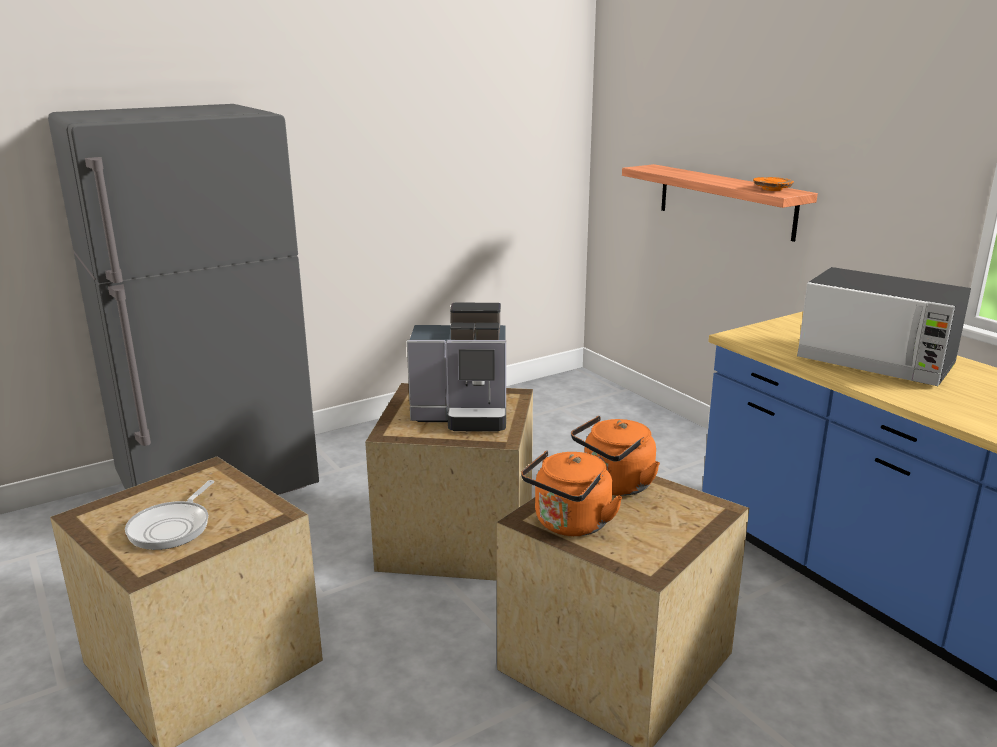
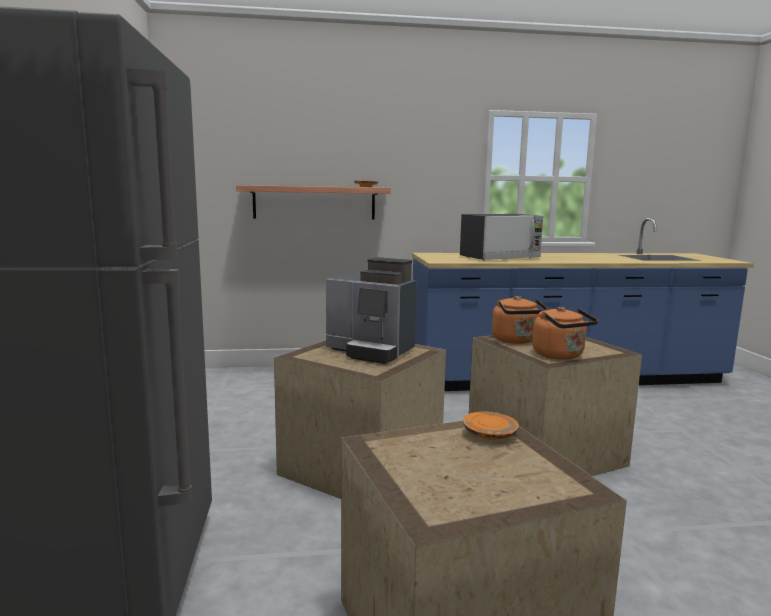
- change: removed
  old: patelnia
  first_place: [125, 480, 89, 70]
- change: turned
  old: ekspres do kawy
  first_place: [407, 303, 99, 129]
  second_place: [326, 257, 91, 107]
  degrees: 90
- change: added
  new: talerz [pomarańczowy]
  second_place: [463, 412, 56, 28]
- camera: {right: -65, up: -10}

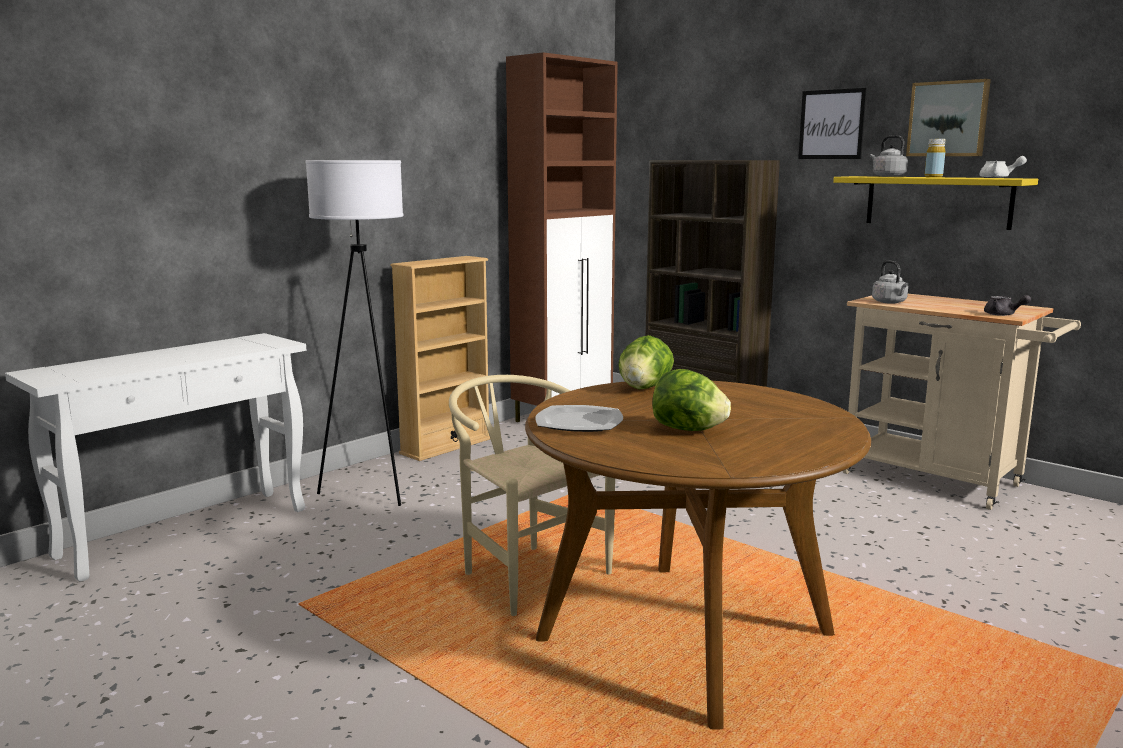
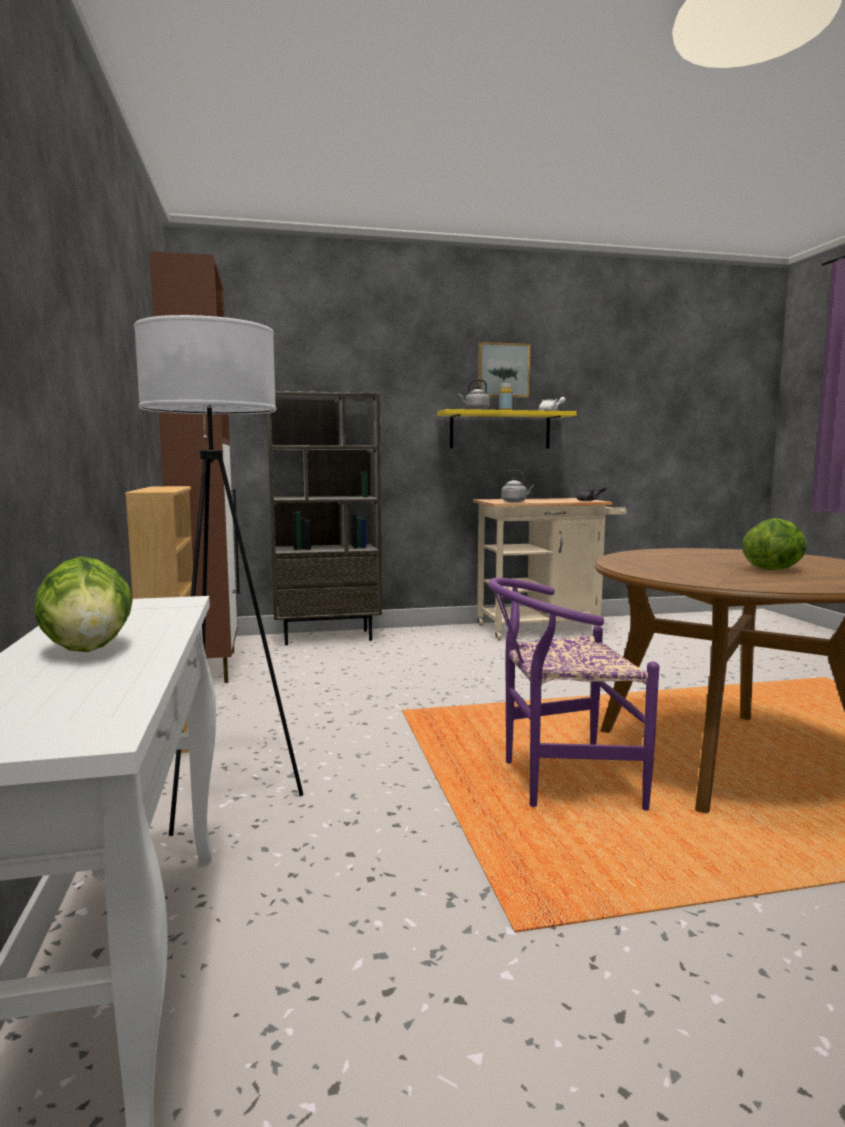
- change: recoloured
  old: krzesło [beżowy]
  new: krzesło [fioletowy]
  first_place: [449, 375, 166, 241]
  second_place: [488, 578, 171, 233]
- change: removed
  old: talerz
  first_place: [535, 405, 88, 27]
- change: moved
  old: sałata
  first_place: [618, 335, 56, 54]
  second_place: [33, 556, 100, 96]
- change: removed
  old: obraz
  first_place: [798, 88, 69, 71]
- camera: {right: -55, up: -5}

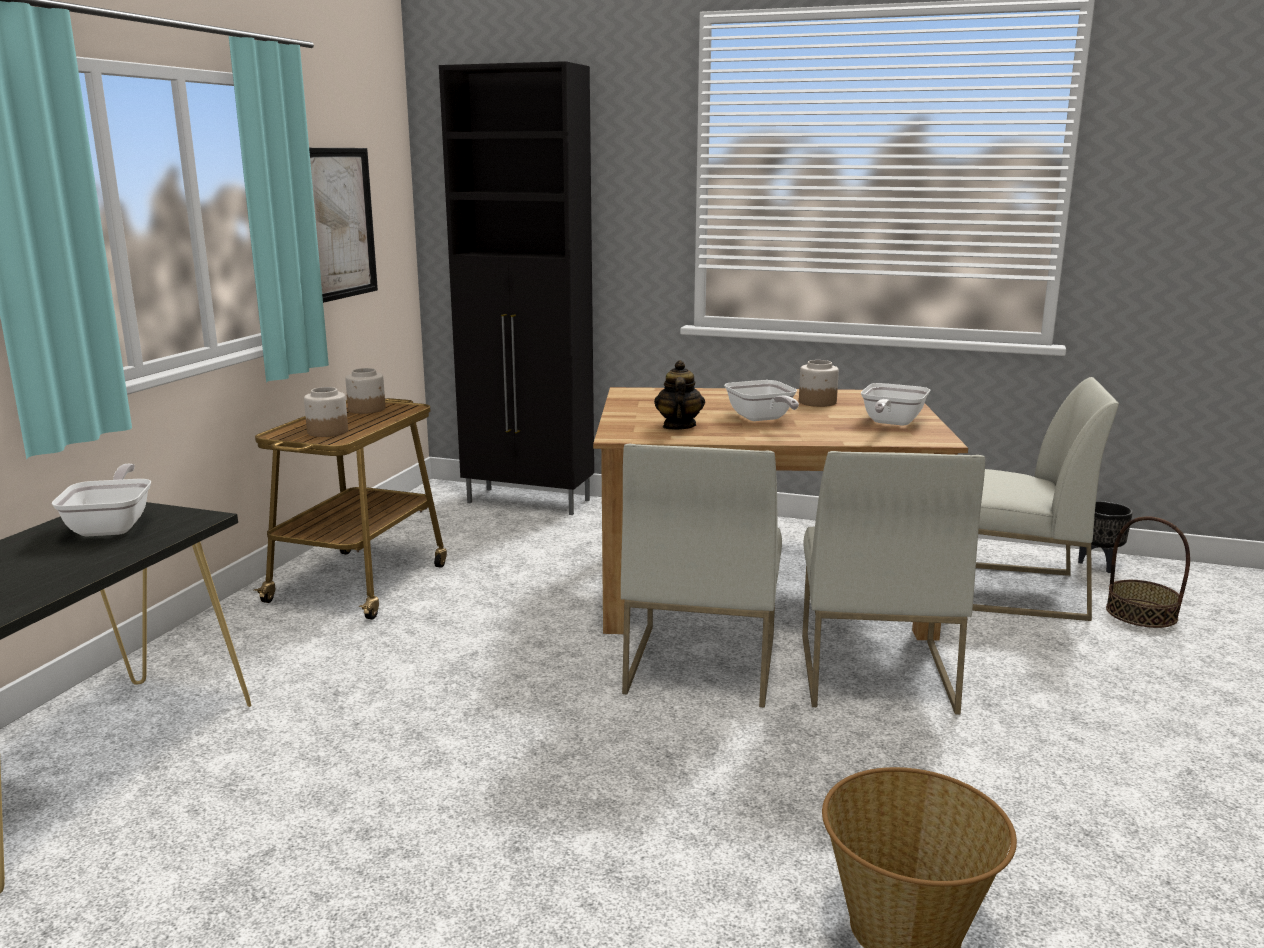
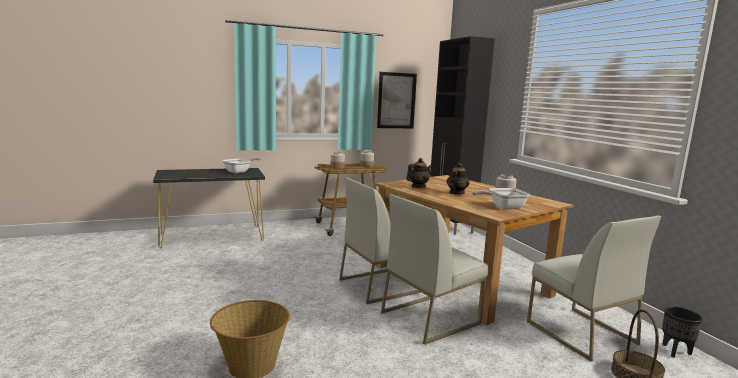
- change: replaced
  old: patelnia
  new: imbryk
  first_place: [724, 380, 75, 41]
  second_place: [446, 163, 23, 31]
- camera: {right: 50, up: -5}

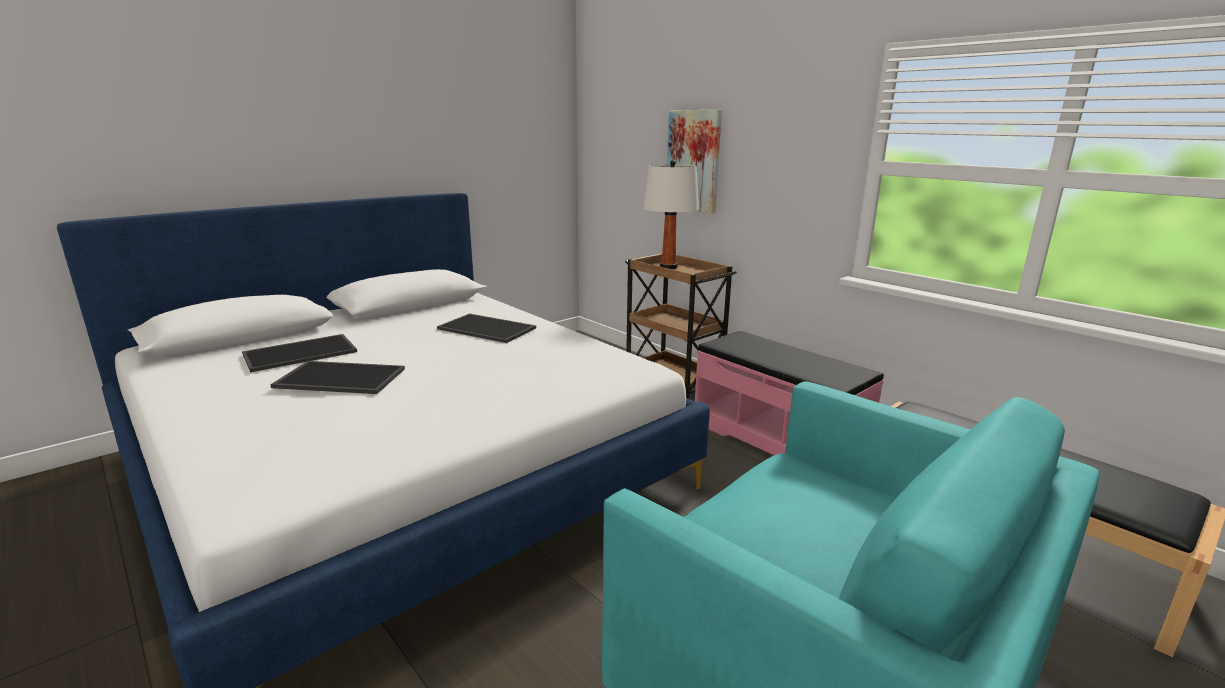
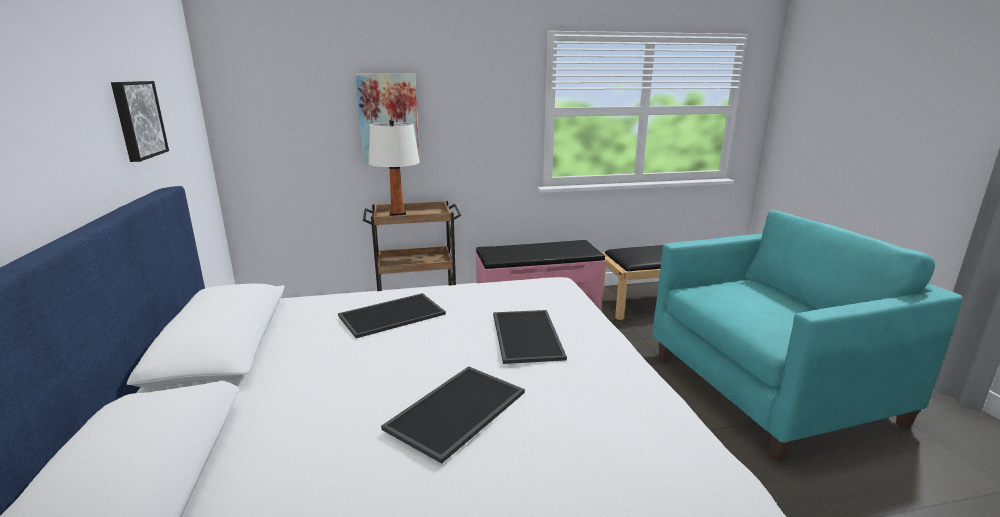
- change: moved
  old: taca
  first_place: [242, 334, 115, 38]
  second_place: [493, 310, 74, 54]
- change: added
  new: obraz
  second_place: [111, 81, 58, 81]
- camera: {right: -60, up: 0}

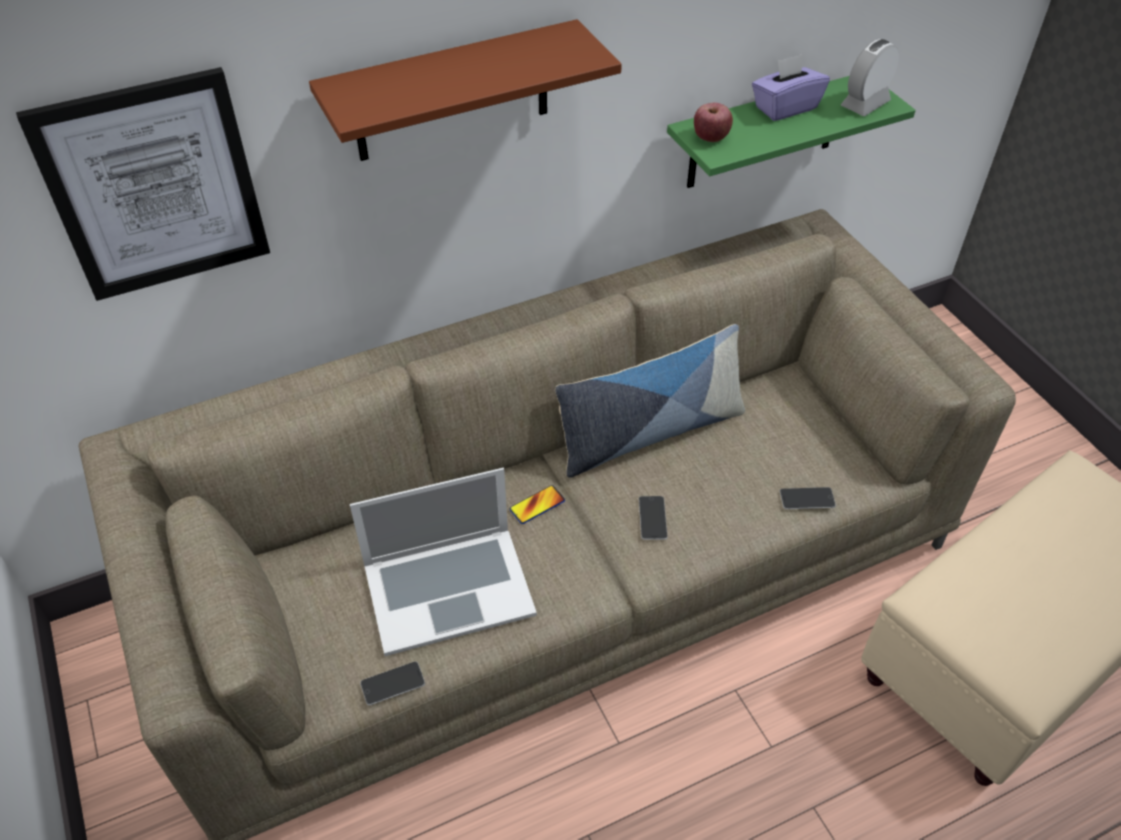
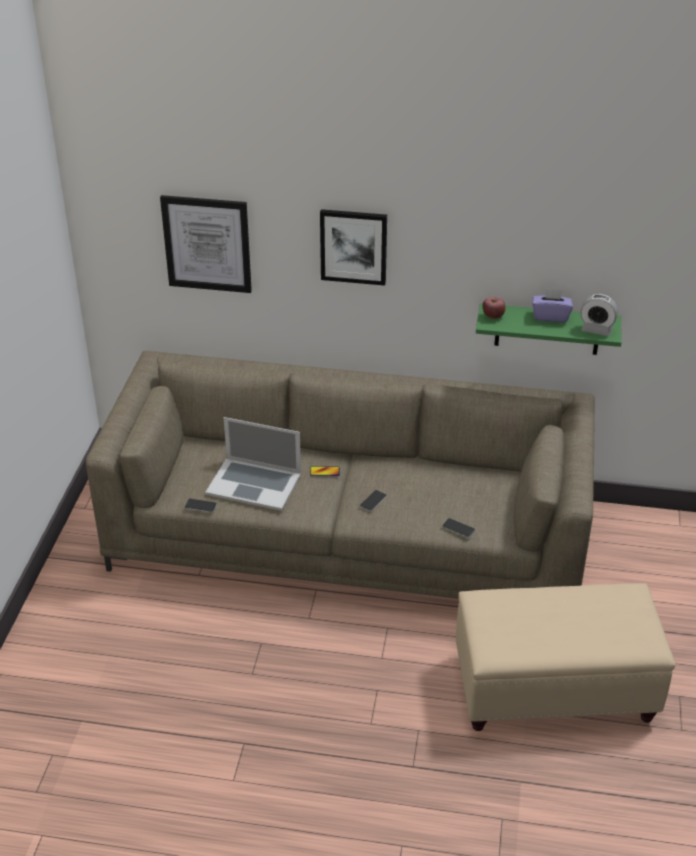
- change: replaced
  old: półka [brązowy]
  new: obraz
  first_place: [309, 19, 313, 142]
  second_place: [320, 209, 67, 77]
- change: removed
  old: poduszka
  first_place: [555, 324, 190, 154]
- change: turned
  old: budzik
  first_place: [841, 39, 58, 77]
  second_place: [581, 294, 37, 42]
  degrees: -150
- camera: {right: 35, up: -10}

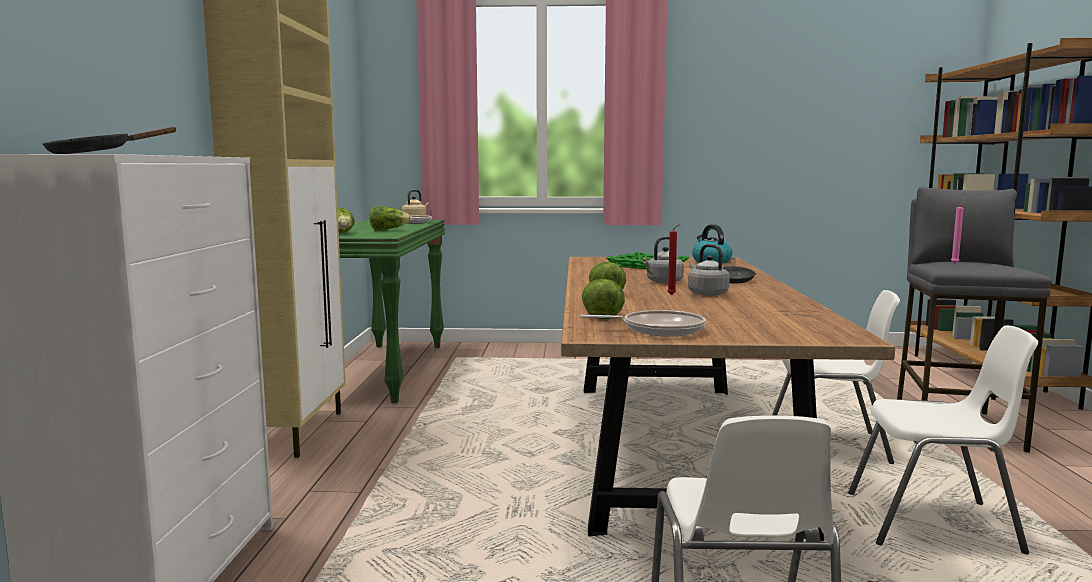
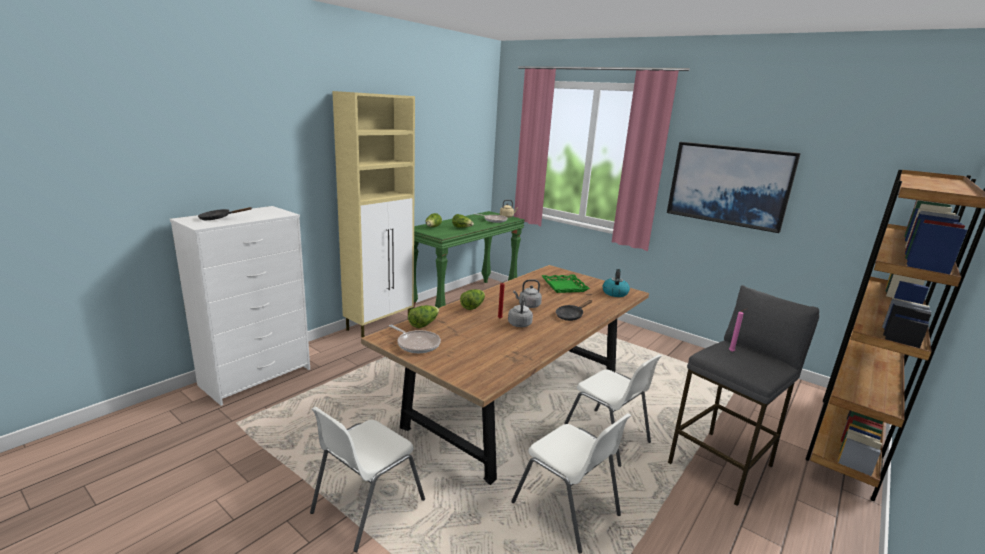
- change: added
  new: obraz
  second_place: [667, 142, 134, 91]
- camera: {right: 35, up: 10}

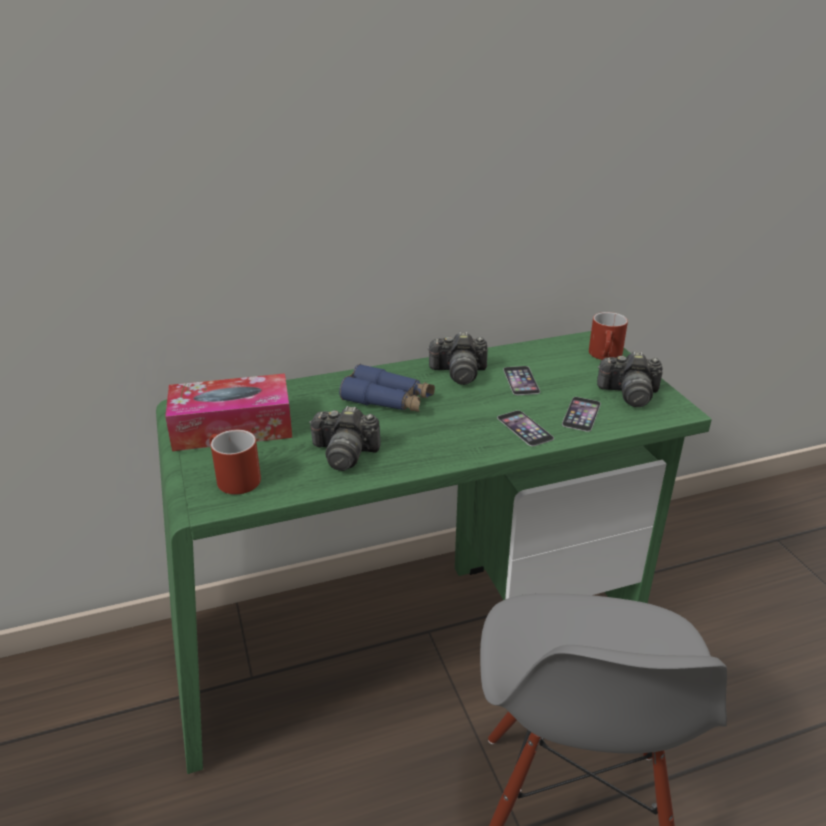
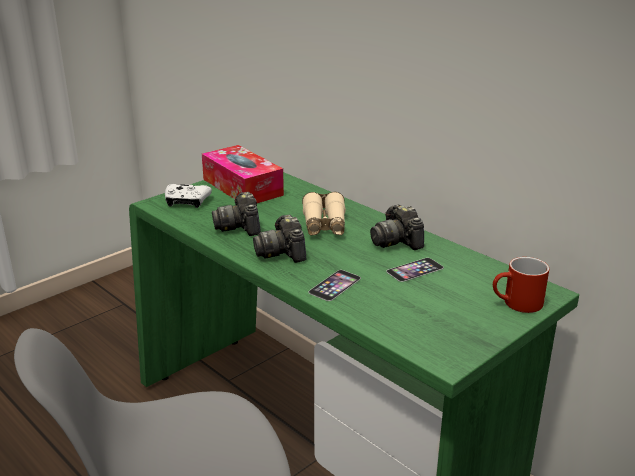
- change: replaced
  old: kubek [czerwony]
  new: pad do gier [biały]
  first_place: [209, 430, 52, 65]
  second_place: [165, 184, 47, 24]
- change: recoloured
  old: lornetka [niebieski]
  new: lornetka [beżowy]
  first_place: [339, 364, 96, 48]
  second_place: [302, 192, 44, 44]
- change: removed
  old: telefon
  first_place: [562, 397, 39, 35]
- change: moved
  old: aparat fotograficzny
  first_place: [597, 351, 66, 56]
  second_place: [253, 215, 53, 48]
- camera: {right: 65, up: -5}

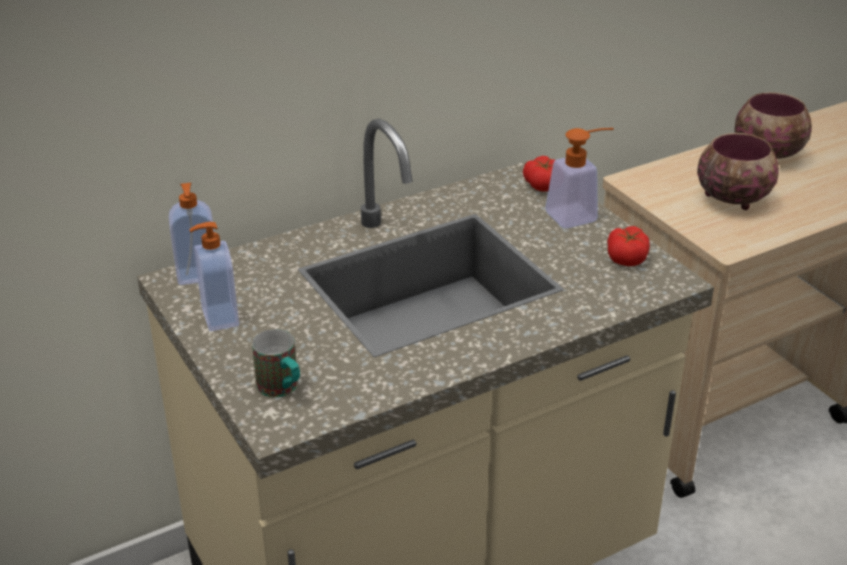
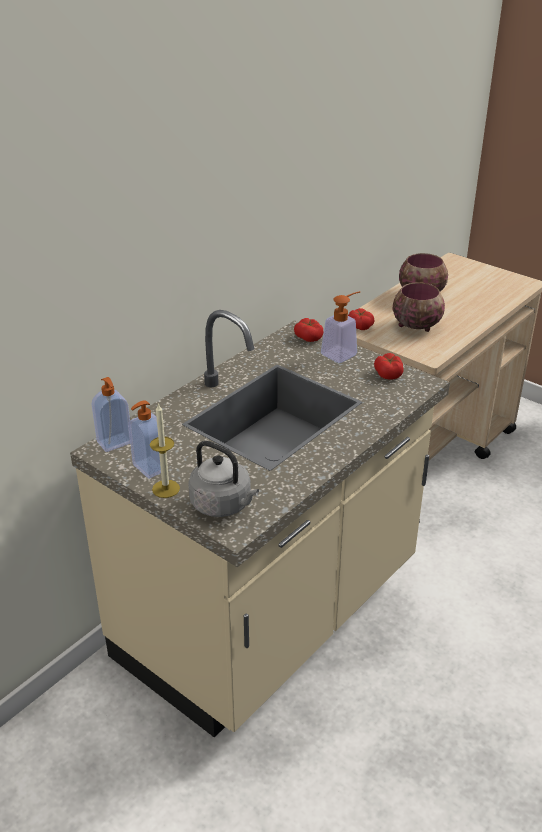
- change: replaced
  old: kubek
  new: czajnik [szary]
  first_place: [252, 329, 48, 68]
  second_place: [188, 441, 71, 76]
- change: added
  new: świeca
  second_place: [150, 403, 30, 95]
- change: added
  new: pomidor
  second_place: [348, 308, 27, 22]
- camera: {right: -20, up: 0}

